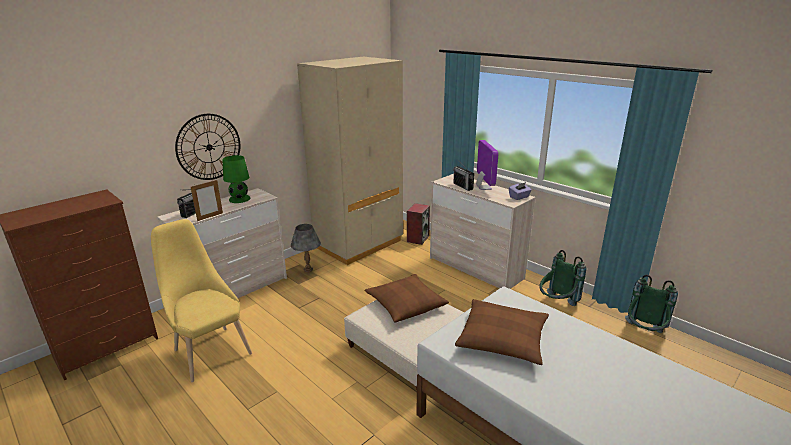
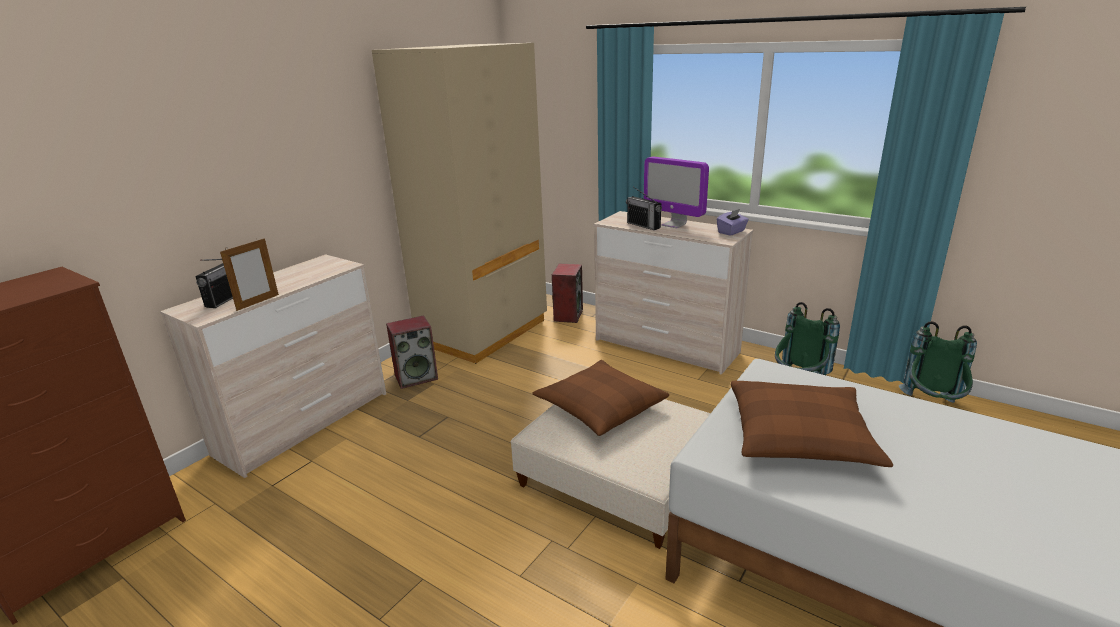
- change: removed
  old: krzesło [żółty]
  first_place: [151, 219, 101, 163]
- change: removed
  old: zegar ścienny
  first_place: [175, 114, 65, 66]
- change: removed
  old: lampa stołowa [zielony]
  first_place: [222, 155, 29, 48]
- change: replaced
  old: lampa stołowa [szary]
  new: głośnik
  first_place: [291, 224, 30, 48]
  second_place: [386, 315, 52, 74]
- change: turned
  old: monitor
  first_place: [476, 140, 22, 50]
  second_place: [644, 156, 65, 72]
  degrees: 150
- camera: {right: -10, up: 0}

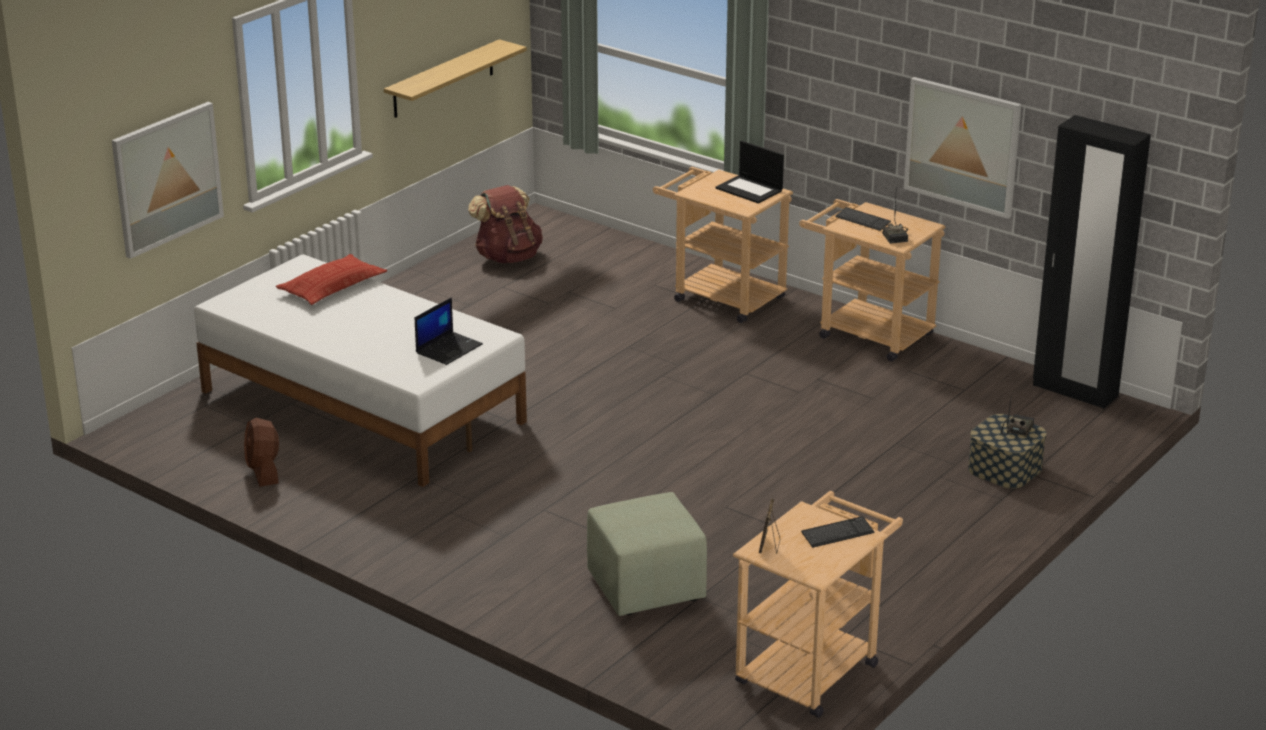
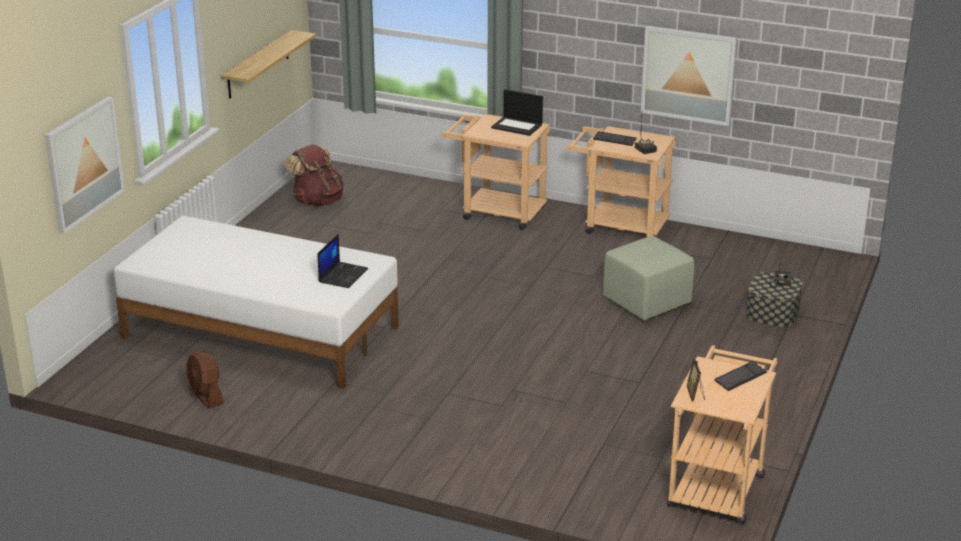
- change: removed
  old: poduszka
  first_place: [276, 254, 111, 51]
- change: moved
  old: pufa [zielony]
  first_place: [587, 492, 120, 124]
  second_place: [603, 236, 91, 84]
- change: removed
  old: szafa [czarny]
  first_place: [1033, 115, 118, 294]
- camera: {right: -15, up: 0}

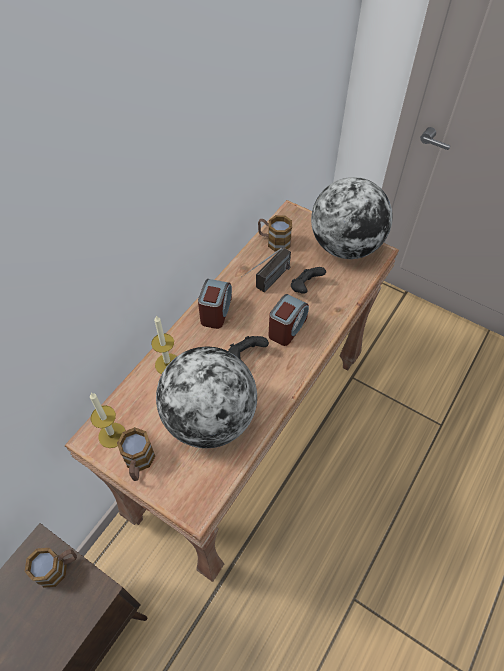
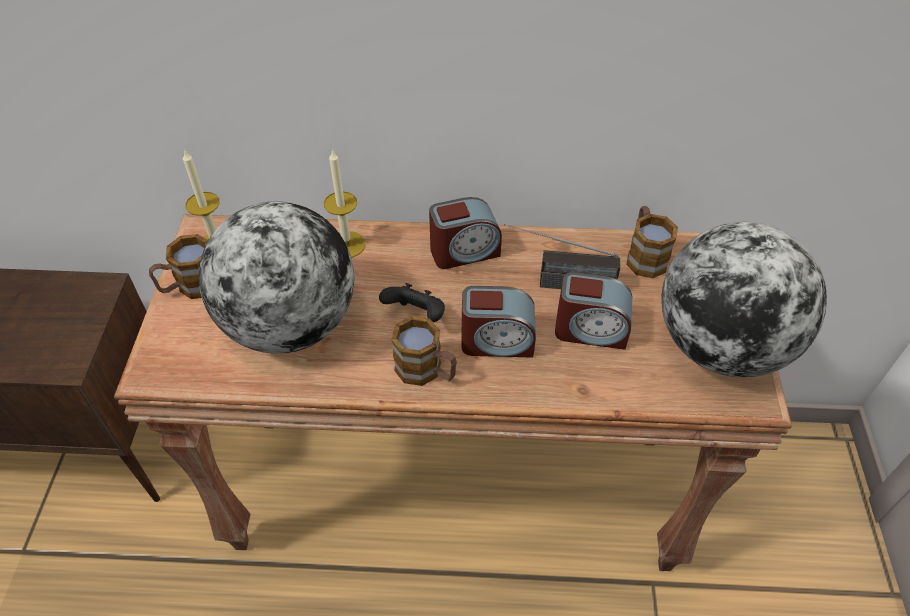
- change: moved
  old: kubek
  first_place: [25, 548, 52, 40]
  second_place: [391, 316, 66, 70]
- change: replaced
  old: pad do gier [czarny]
  new: budzik
  first_place: [291, 267, 35, 27]
  second_place: [555, 272, 77, 78]
- camera: {right: 60, up: -5}

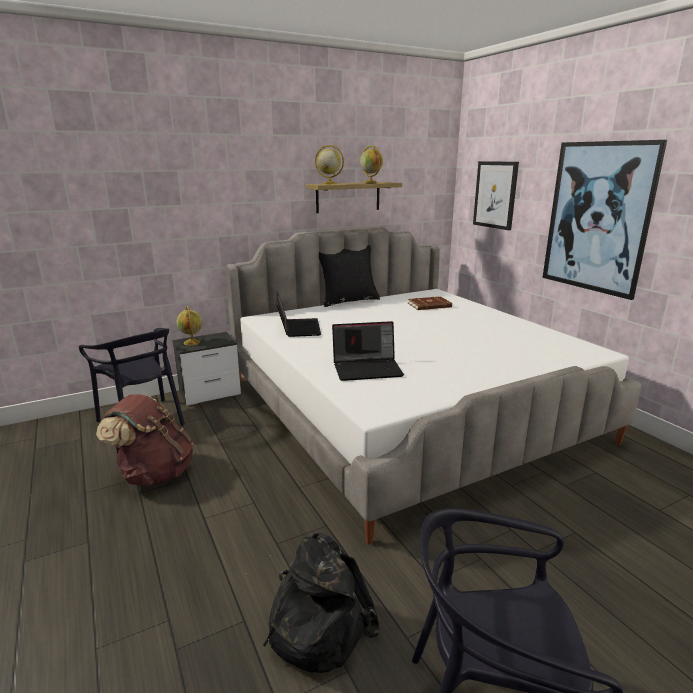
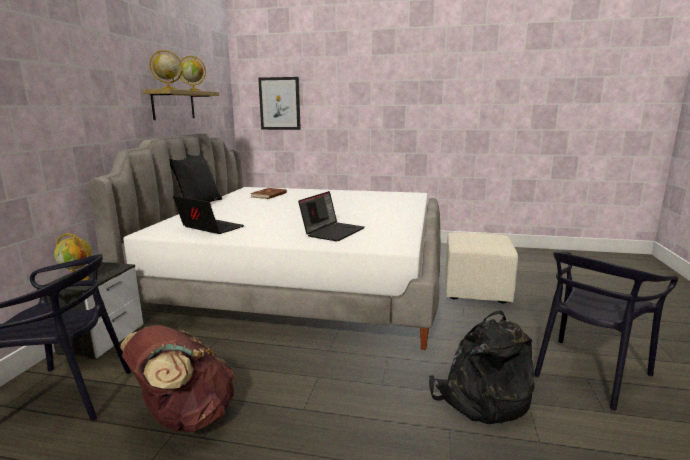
- change: removed
  old: obraz
  first_place: [543, 140, 124, 160]
- change: added
  new: pufa [beżowy]
  second_place: [445, 232, 73, 71]
- camera: {right: -50, up: -5}

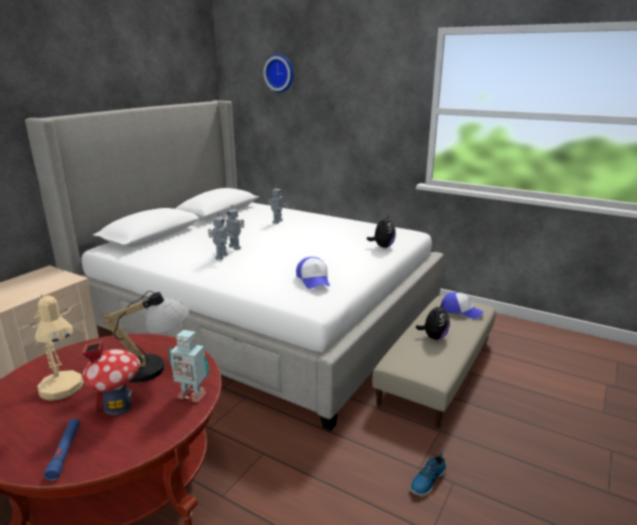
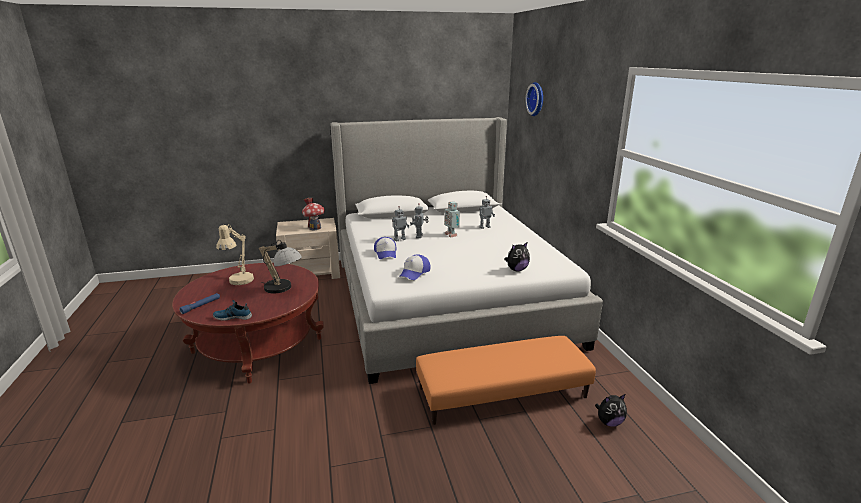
- change: moved
  old: domek
  first_place: [82, 341, 58, 74]
  second_place: [302, 198, 23, 32]
- change: moved
  old: robot zabawkowy
  first_place: [168, 330, 41, 72]
  second_place: [445, 201, 15, 36]
- change: recoloured
  old: pufa [beżowy]
  new: pufa [pomarańczowy]
  first_place: [372, 296, 124, 132]
  second_place: [416, 336, 180, 89]
- change: moved
  old: but
  first_place: [410, 452, 36, 44]
  second_place: [213, 300, 39, 21]
- change: moved
  old: pluszak
  first_place: [416, 302, 34, 38]
  second_place: [595, 394, 32, 33]
- change: moved
  old: czapka z daszkiem
  first_place: [441, 292, 43, 27]
  second_place: [374, 237, 22, 22]
- camera: {right: 45, up: 0}

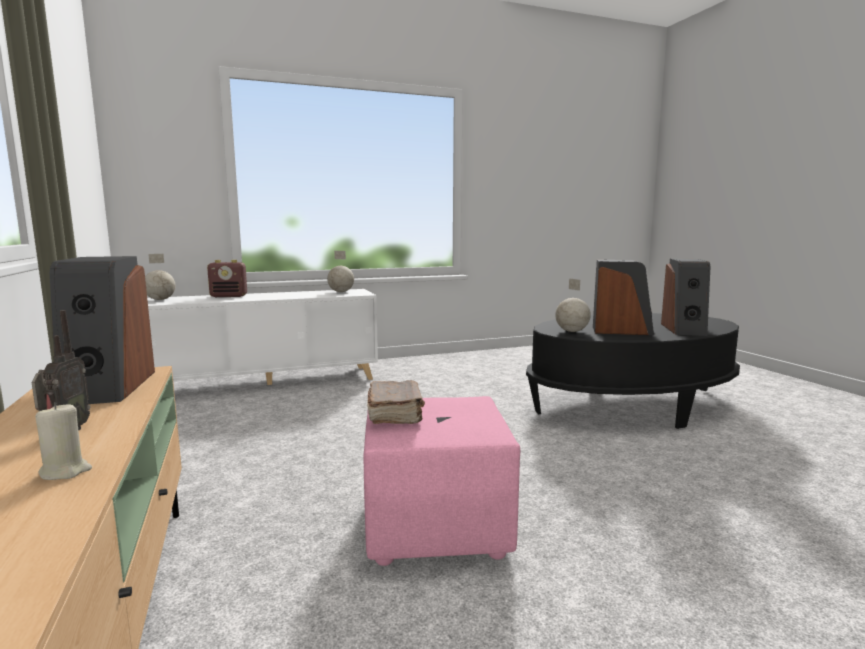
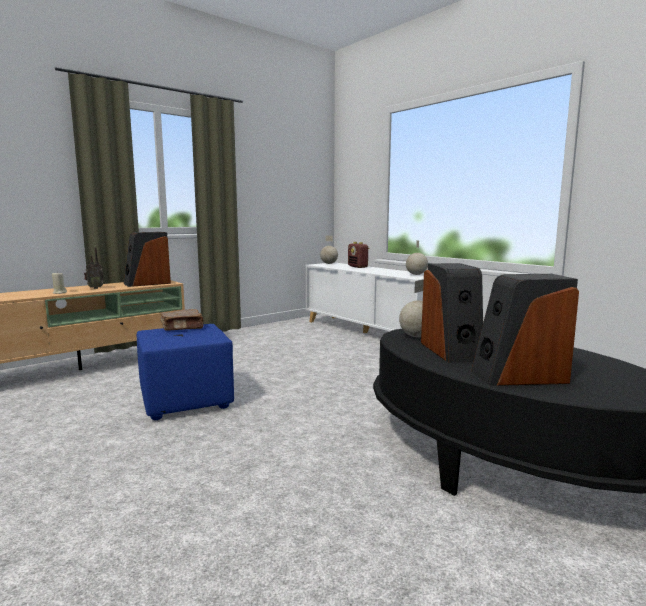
- change: recoloured
  old: pufa [różowy]
  new: pufa [niebieski]
  first_place: [364, 396, 156, 170]
  second_place: [137, 324, 97, 96]
- camera: {right: 70, up: 0}

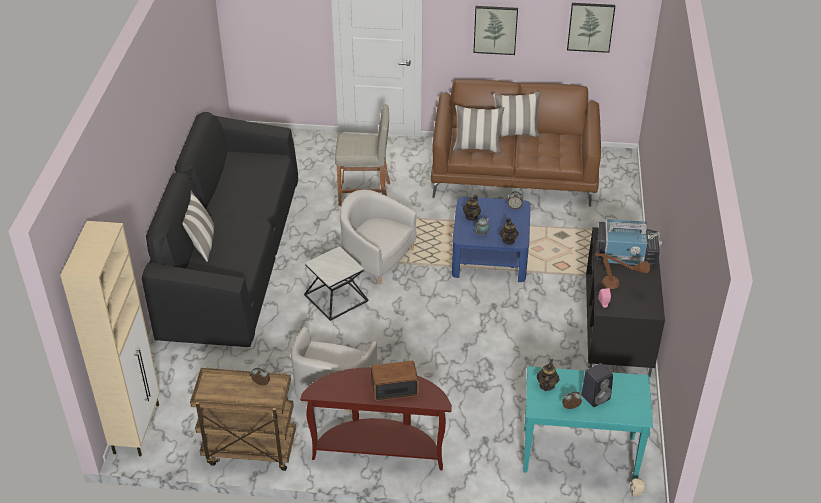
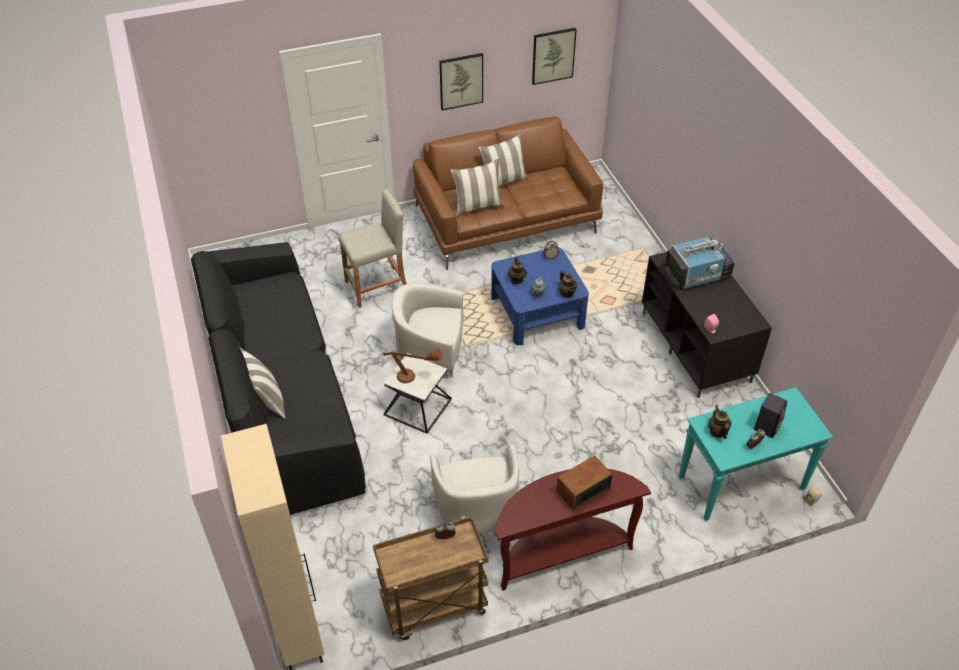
- change: moved
  old: lampa stołowa [brązowy]
  first_place: [595, 253, 55, 36]
  second_place: [383, 348, 59, 35]
- camera: {right: -25, up: 5}

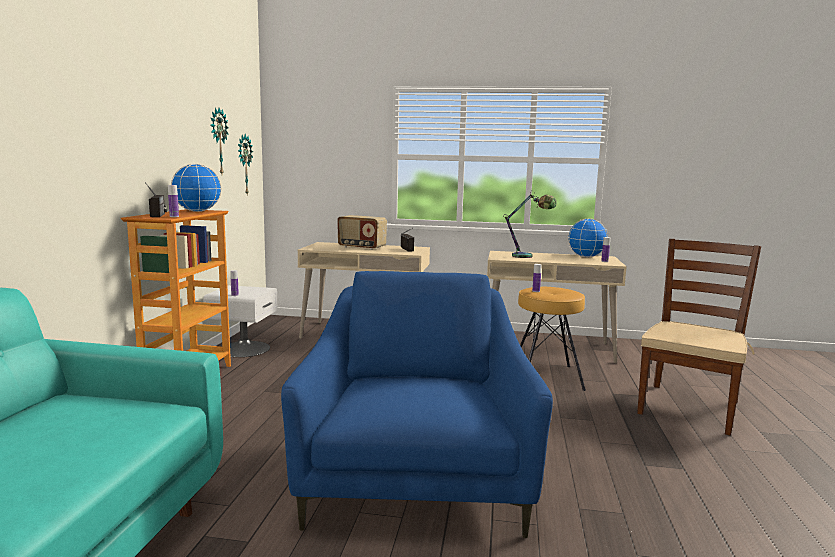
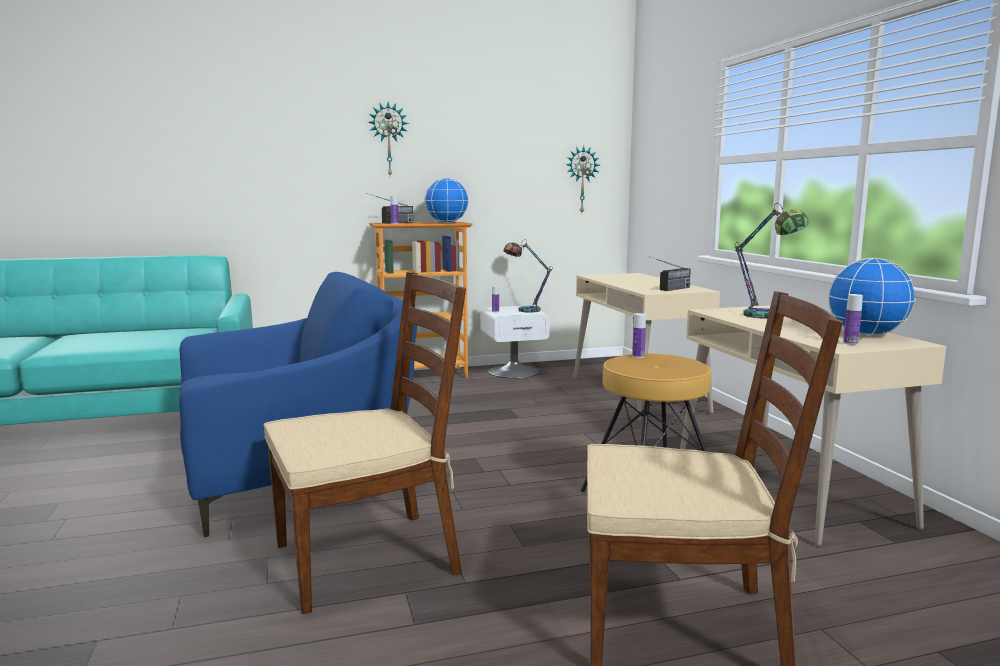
- change: moved
  old: zegar ścienny
  first_place: [210, 108, 19, 66]
  second_place: [368, 102, 41, 73]
- change: removed
  old: radio
  first_place: [337, 215, 50, 35]
- change: added
  new: krzesło [brązowy]
  second_place: [263, 272, 203, 342]
- change: added
  new: lampa stołowa
  second_place: [503, 241, 50, 72]
- camera: {right: 65, up: 0}

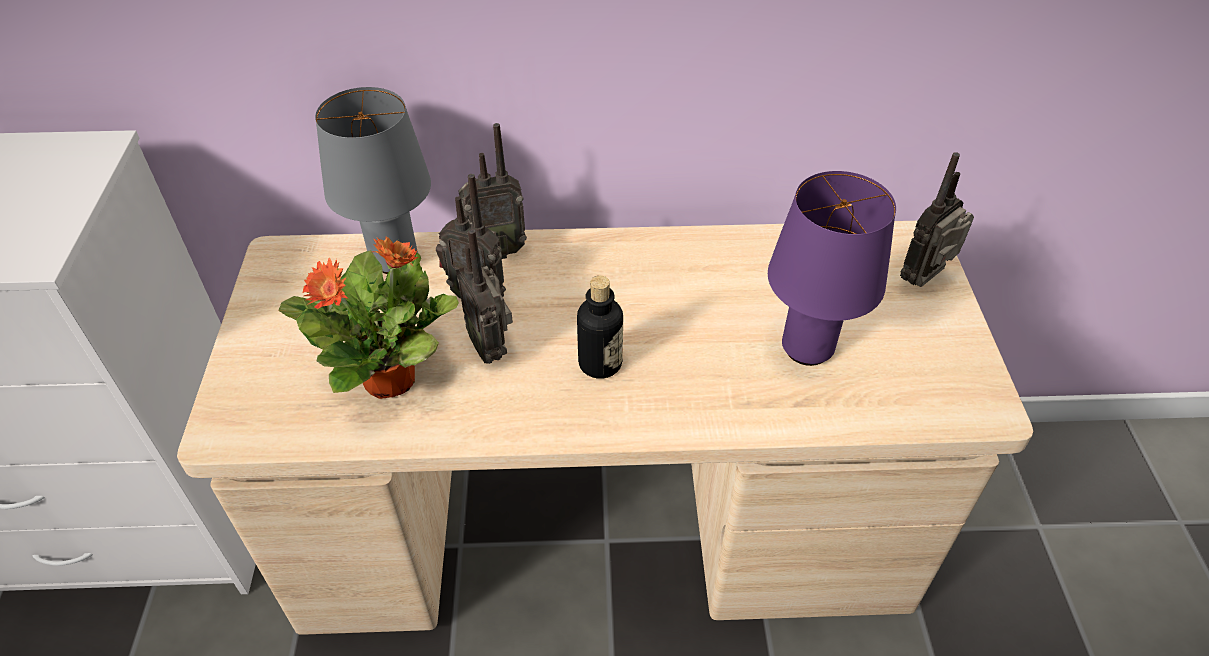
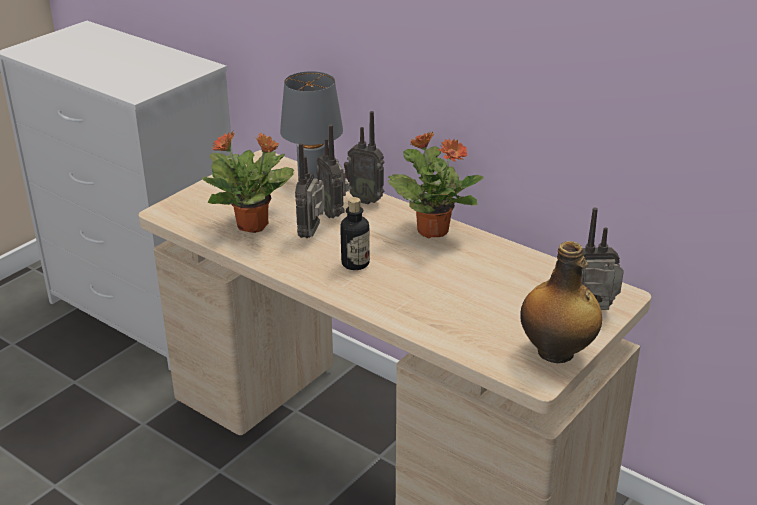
- change: removed
  old: lampa stołowa [fioletowy]
  first_place: [768, 171, 128, 195]
- change: added
  new: roślina doniczkowa
  second_place: [388, 132, 96, 106]
- change: added
  new: butelka
  second_place: [520, 241, 82, 122]
- camera: {right: 40, up: -15}

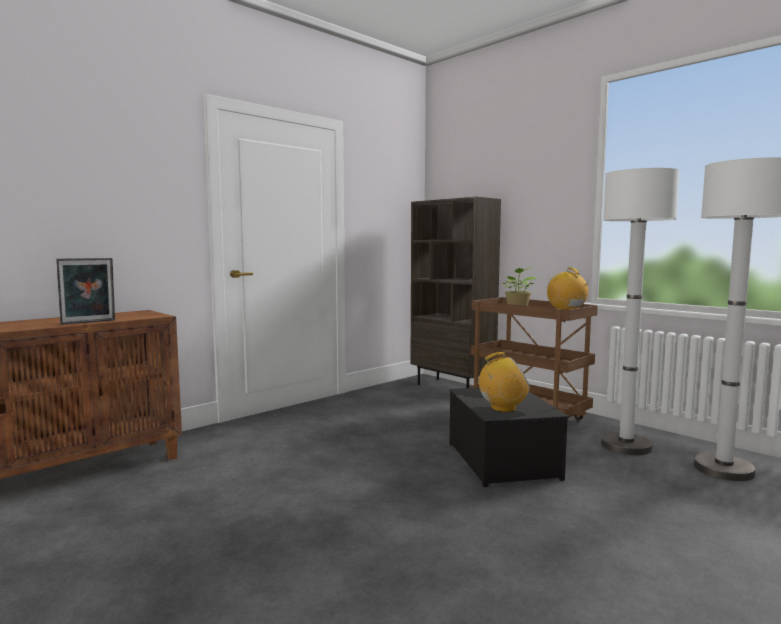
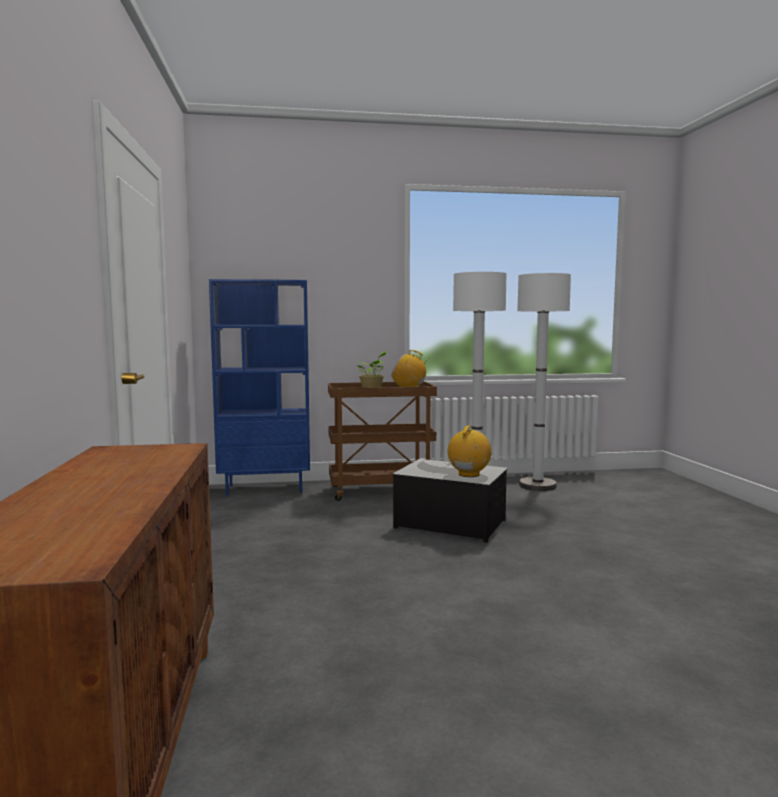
- change: removed
  old: ramka na zdjęcie
  first_place: [56, 258, 59, 67]
- change: recoloured
  old: regał [brązowy]
  new: regał [niebieski]
  first_place: [411, 197, 90, 191]
  second_place: [209, 279, 101, 217]
- camera: {right: -55, up: 0}

